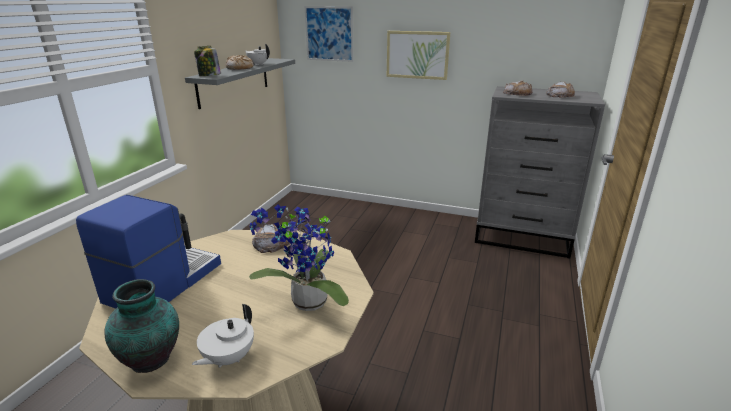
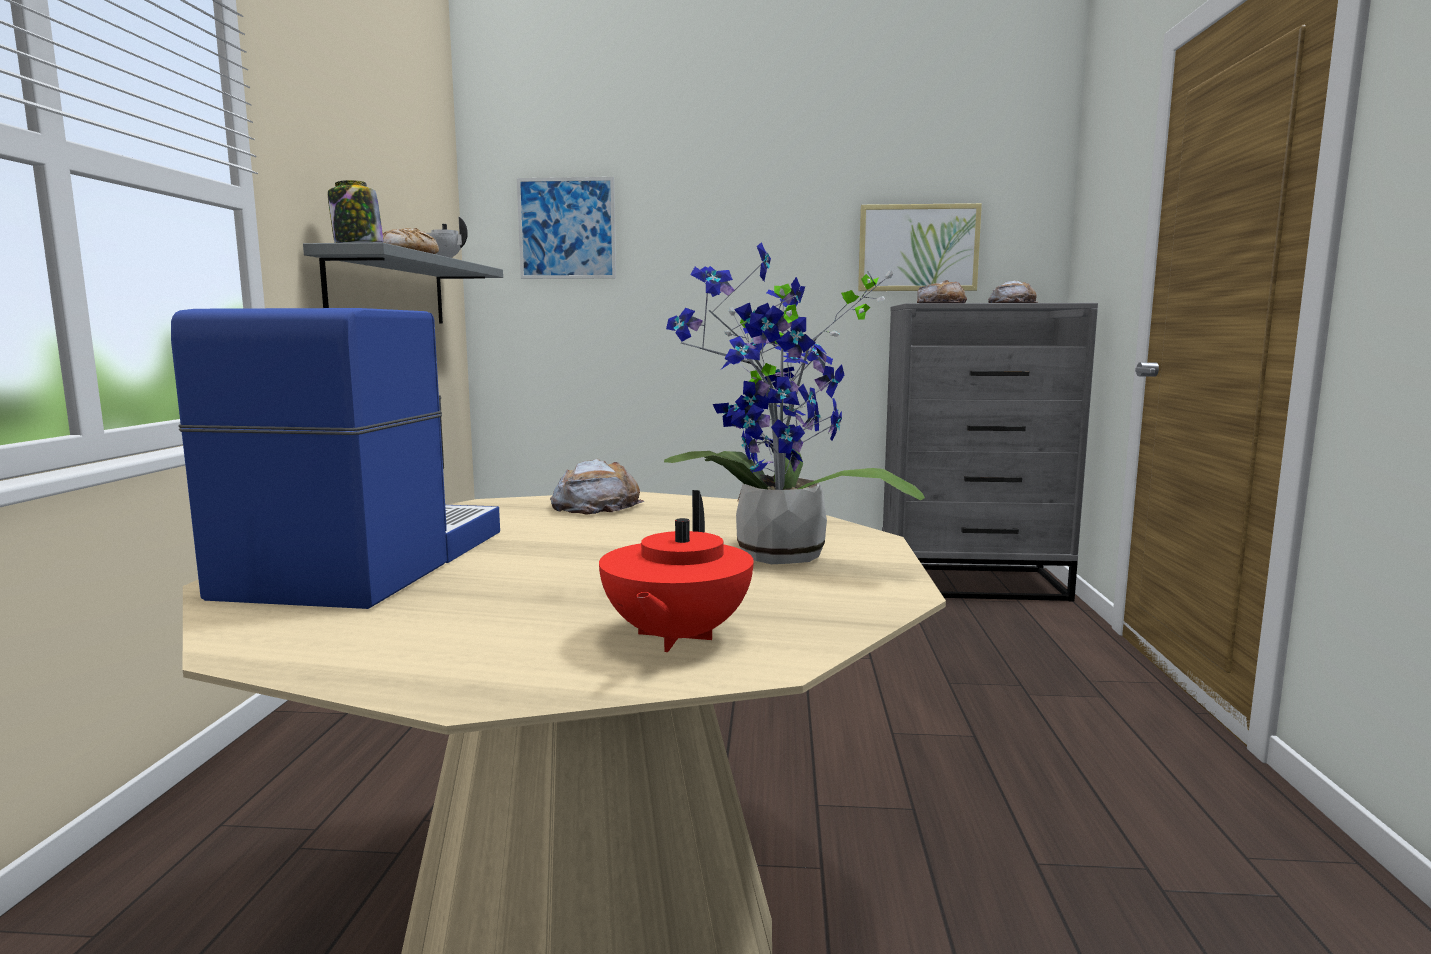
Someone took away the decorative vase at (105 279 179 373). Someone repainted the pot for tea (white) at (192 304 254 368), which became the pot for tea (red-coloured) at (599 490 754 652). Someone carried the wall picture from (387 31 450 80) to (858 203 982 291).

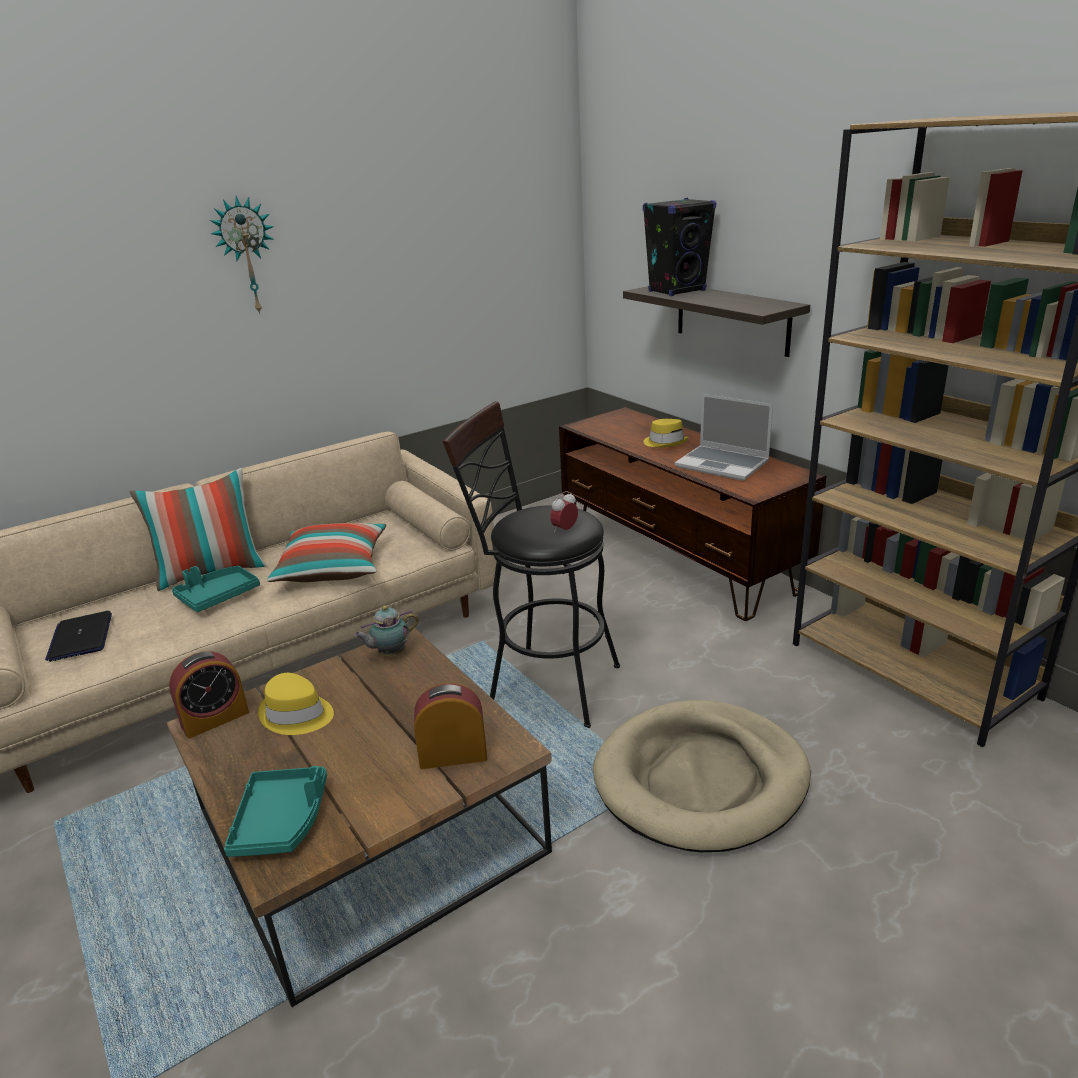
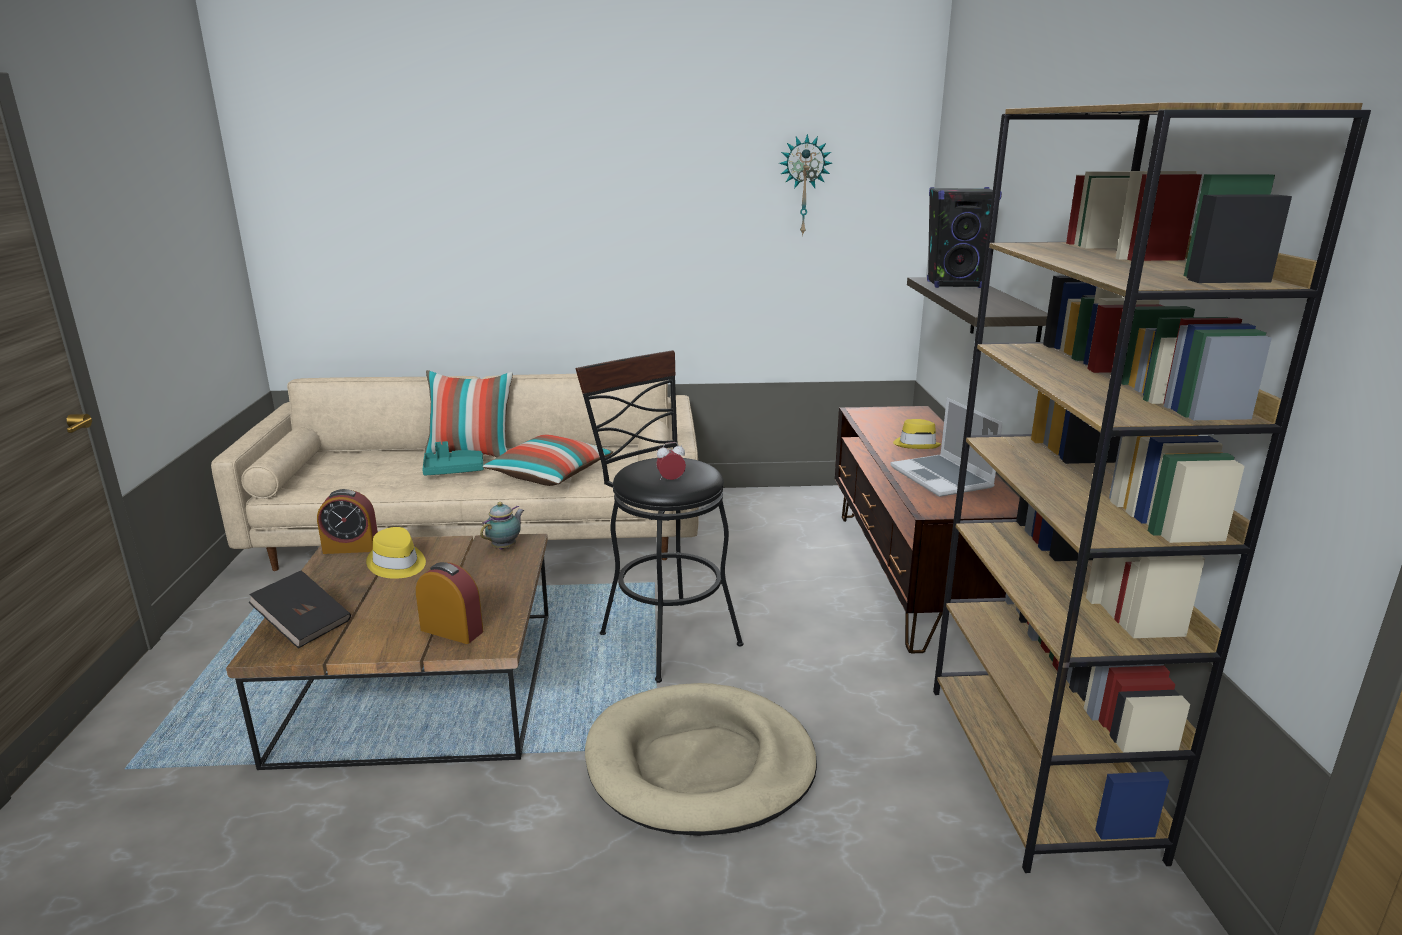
Someone took away the notebook computer at (45 611 112 662). Someone carried the hanging clock from (210 196 274 314) to (779 134 832 236). Someone swapped the serving tray (turquoise) at (224 766 327 857) for the bound book (black) at (248 570 351 648). Someone rotated the pot for tea at (354 605 419 656) by 120 degrees clockwise.

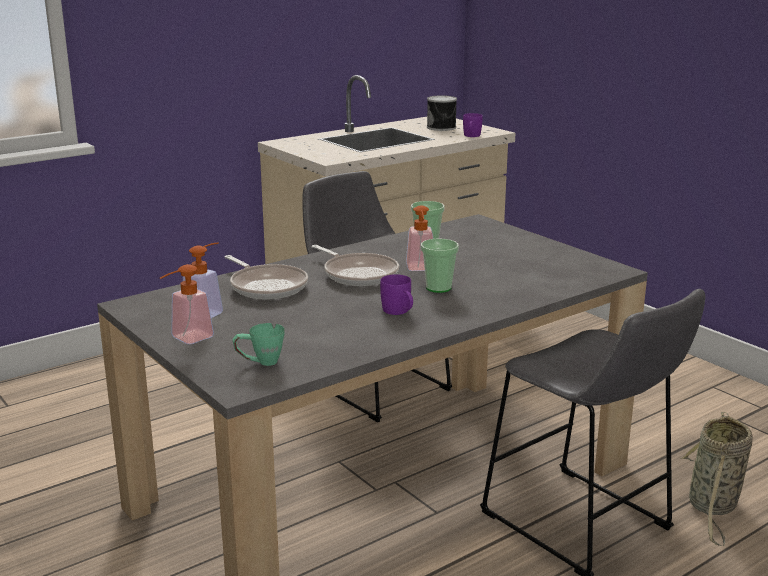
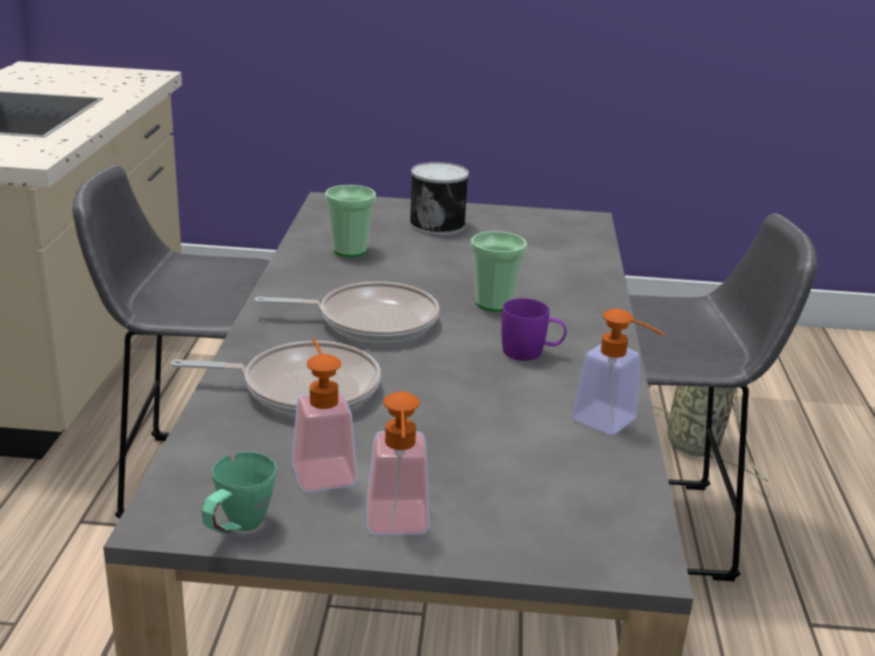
Someone carried the coffee mug (green-coloured) from (232 323 285 366) to (201 452 277 534). Someone carried the soap dispenser from (406 205 433 271) to (572 309 664 435). Someone carried the sealed can from (427 95 457 131) to (409 162 469 236). Someone took away the coffee mug (purplish) at (463 113 483 137).

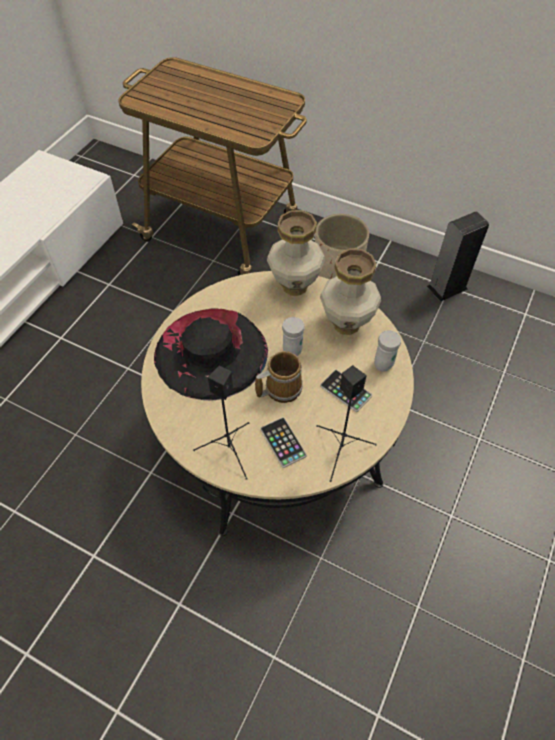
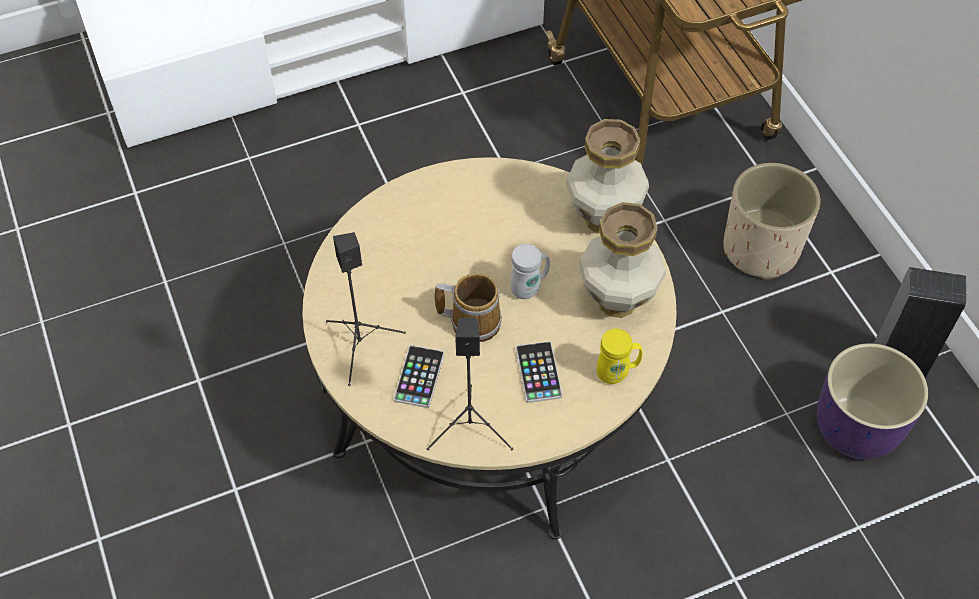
Someone took away the wearable hat (black) at (154 308 268 401). Someone repainted the coffee mug (white) at (374 330 401 372), which became the coffee mug (yellowish) at (597 329 643 384). Someone put down the plant pot (purplish) at (817 343 928 460).

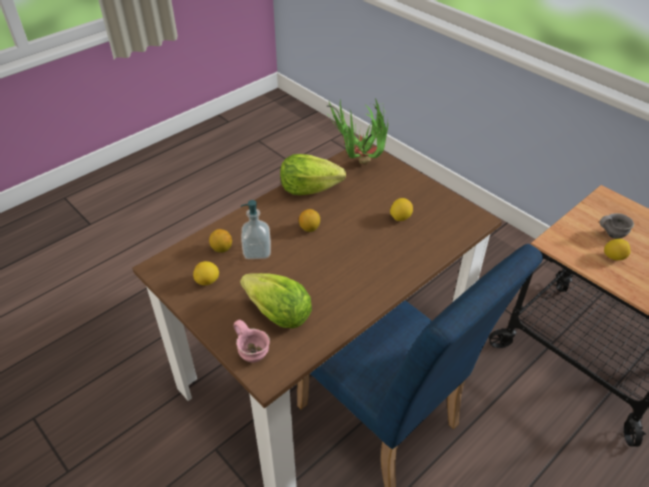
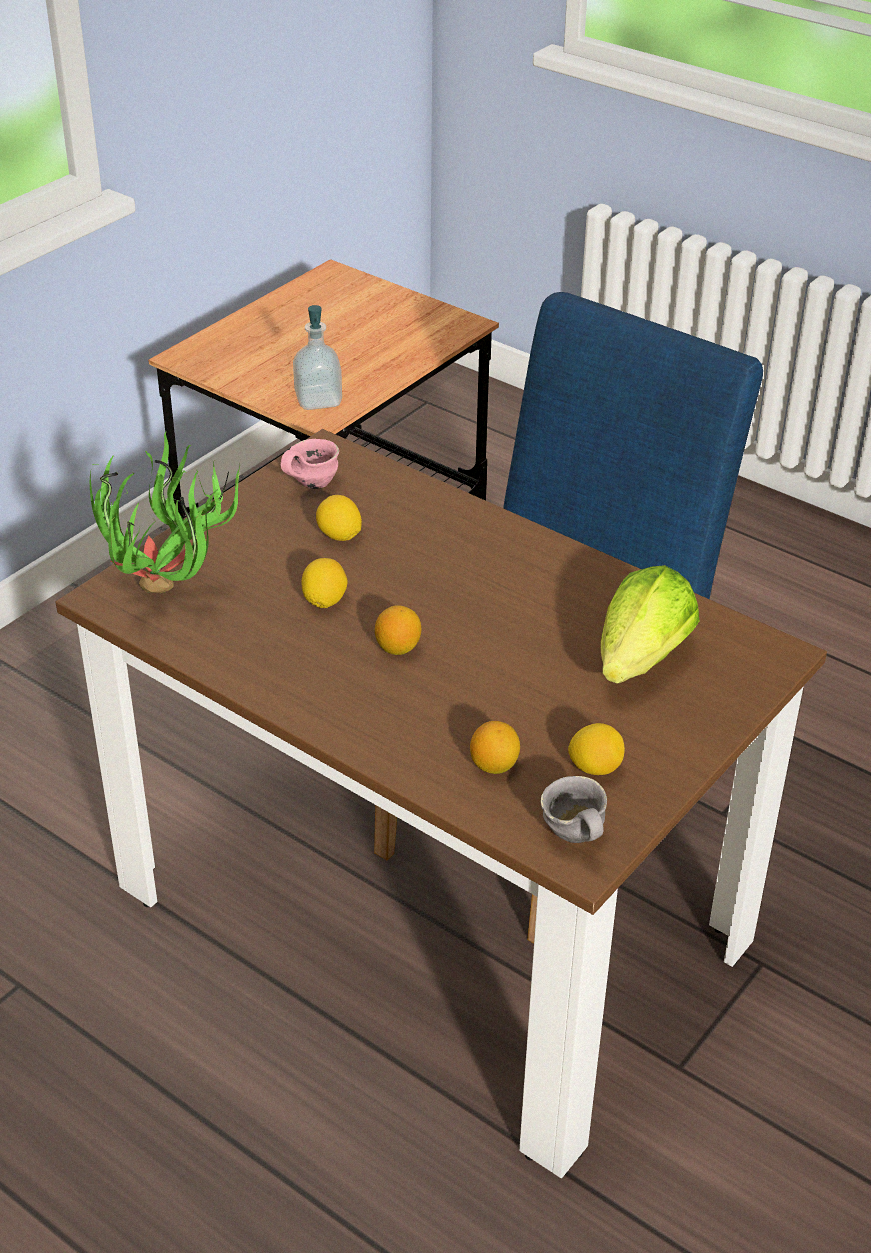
Someone carried the coffee mug (pink-coloured) from (234 320 270 363) to (280 439 339 489). Someone carried the soap dispenser from (241 200 271 259) to (293 305 342 410). Someone took away the lettuce at (280 154 346 195). Someone carried the coffee mug (gray) from (599 213 634 239) to (540 776 607 843). Someone carried the citrus fruit from (604 239 631 260) to (301 558 347 608).

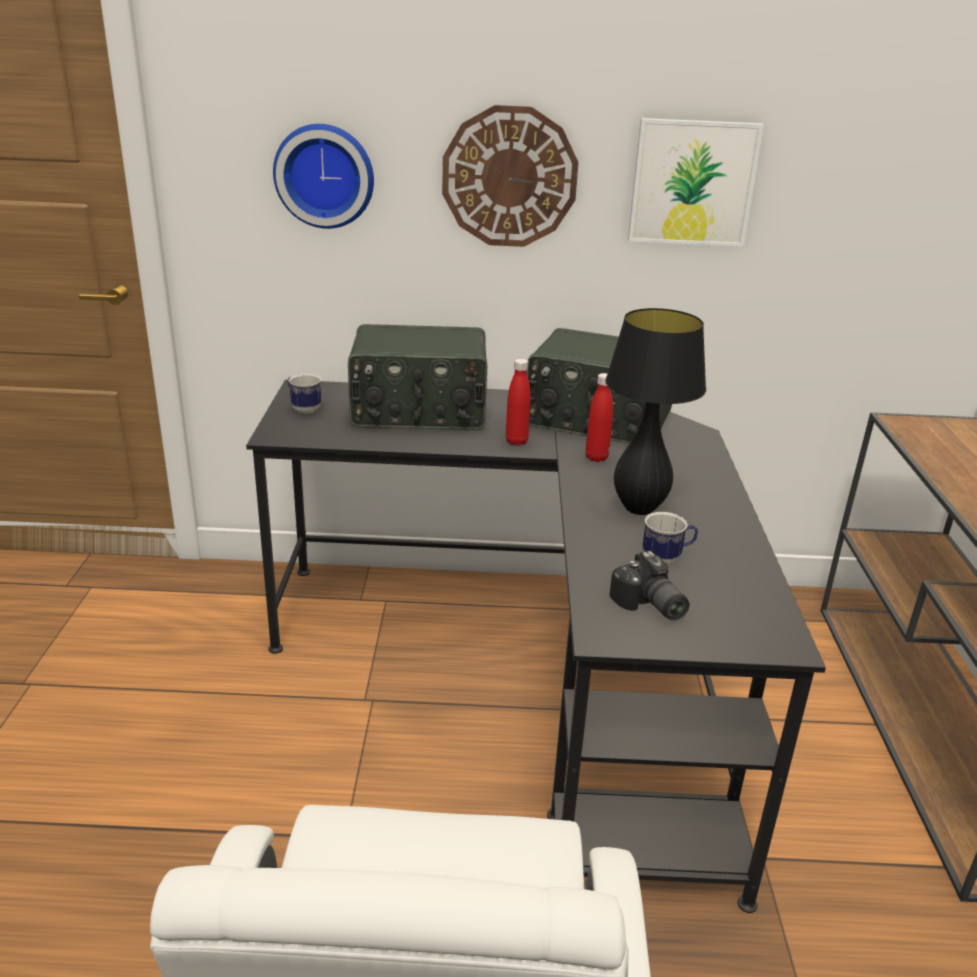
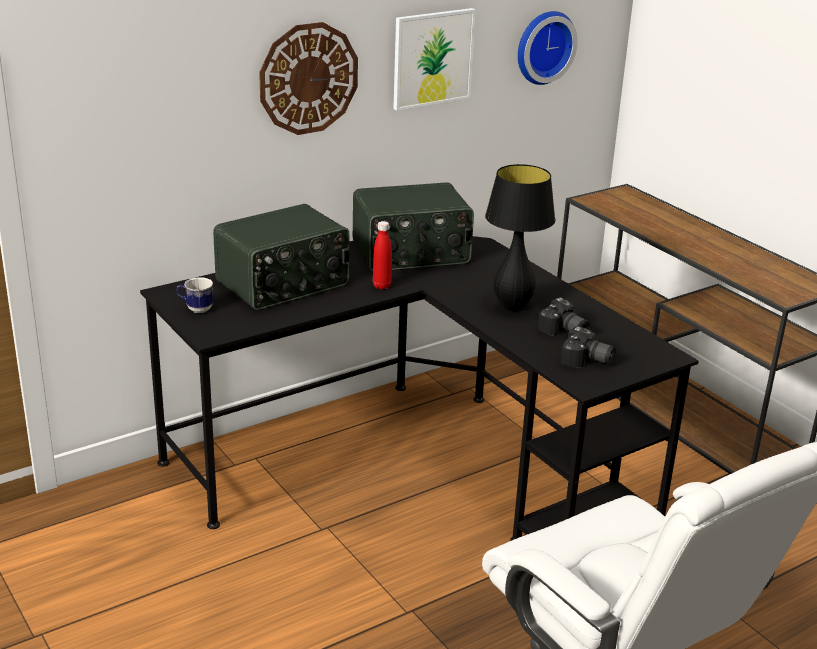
Someone carried the hanging clock from (273 124 374 229) to (518 11 578 85). Someone took away the bottle (red-coloured) at (585 373 613 462). Someone swapped the coffee mug at (642 512 698 565) for the still camera at (538 297 590 336).

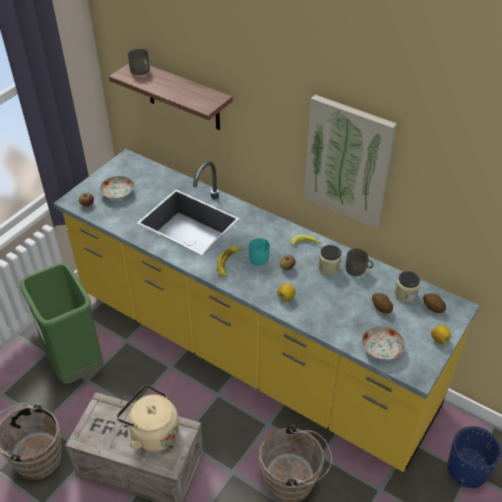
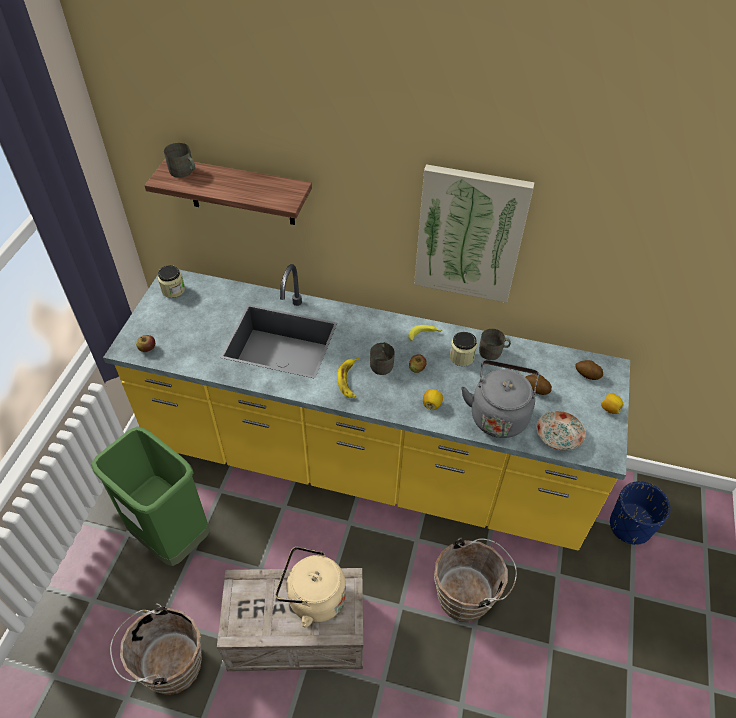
Someone took away the dinner plate at (100 176 134 200). Someone repainted the coffee mug (turquoise) at (249 238 270 266), which became the coffee mug (gray) at (370 342 395 375). Someone carried the preserve jar from (394 271 420 303) to (158 265 185 298). Someone put down the kettle (gray) at (461 360 539 438).

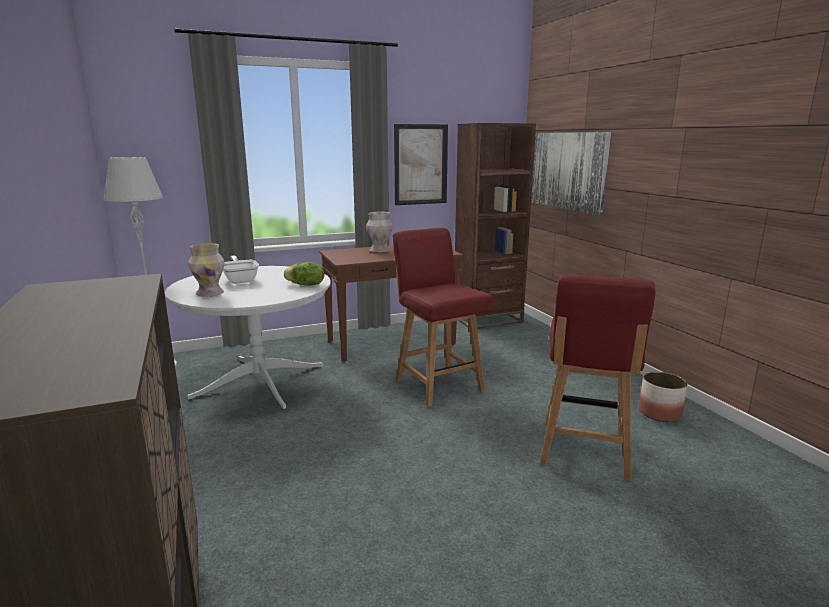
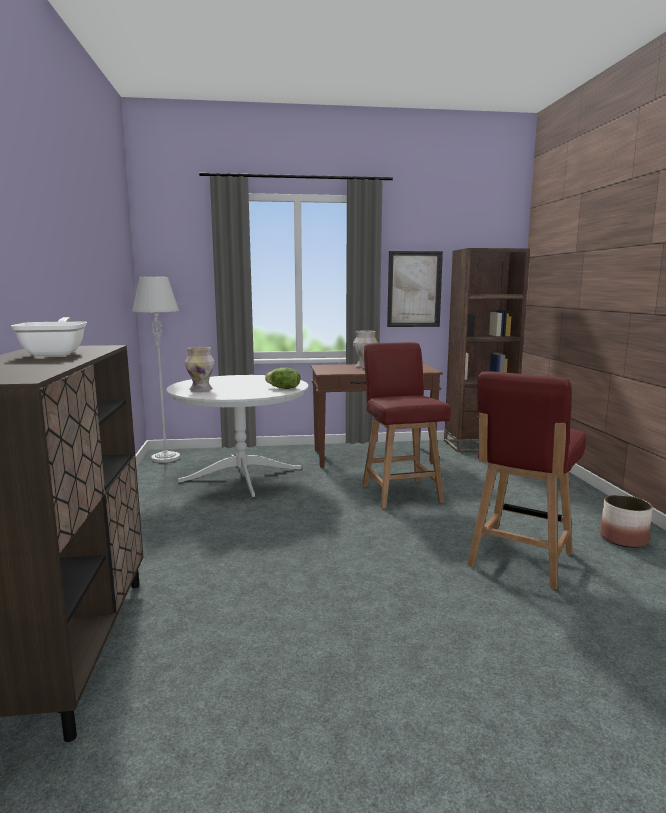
Someone carried the skillet from (223 256 259 284) to (11 317 87 356). Someone took away the wall picture at (531 132 611 216).

